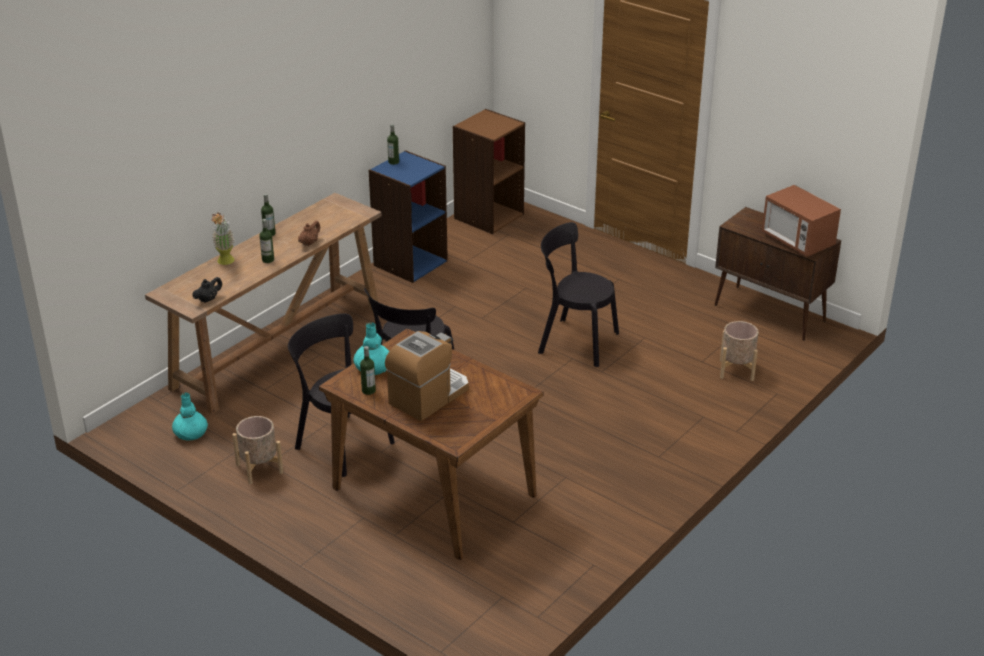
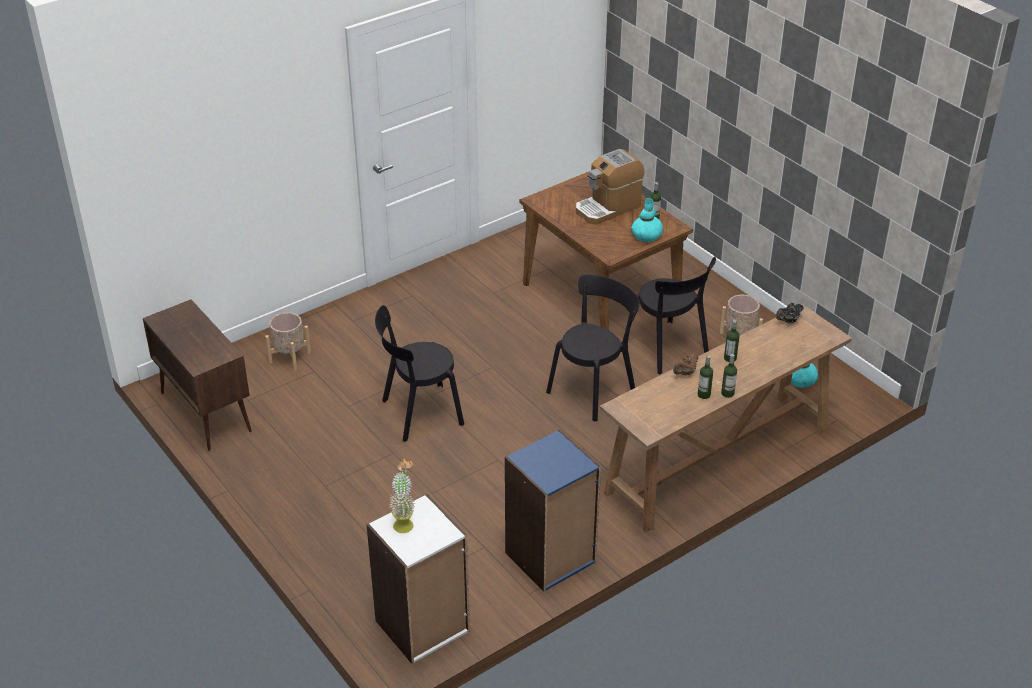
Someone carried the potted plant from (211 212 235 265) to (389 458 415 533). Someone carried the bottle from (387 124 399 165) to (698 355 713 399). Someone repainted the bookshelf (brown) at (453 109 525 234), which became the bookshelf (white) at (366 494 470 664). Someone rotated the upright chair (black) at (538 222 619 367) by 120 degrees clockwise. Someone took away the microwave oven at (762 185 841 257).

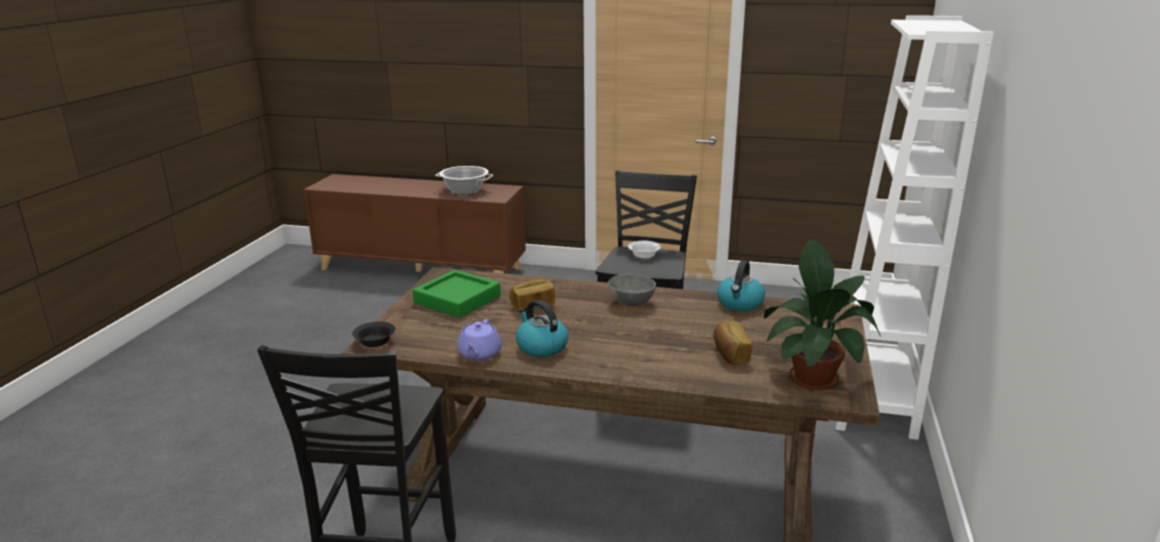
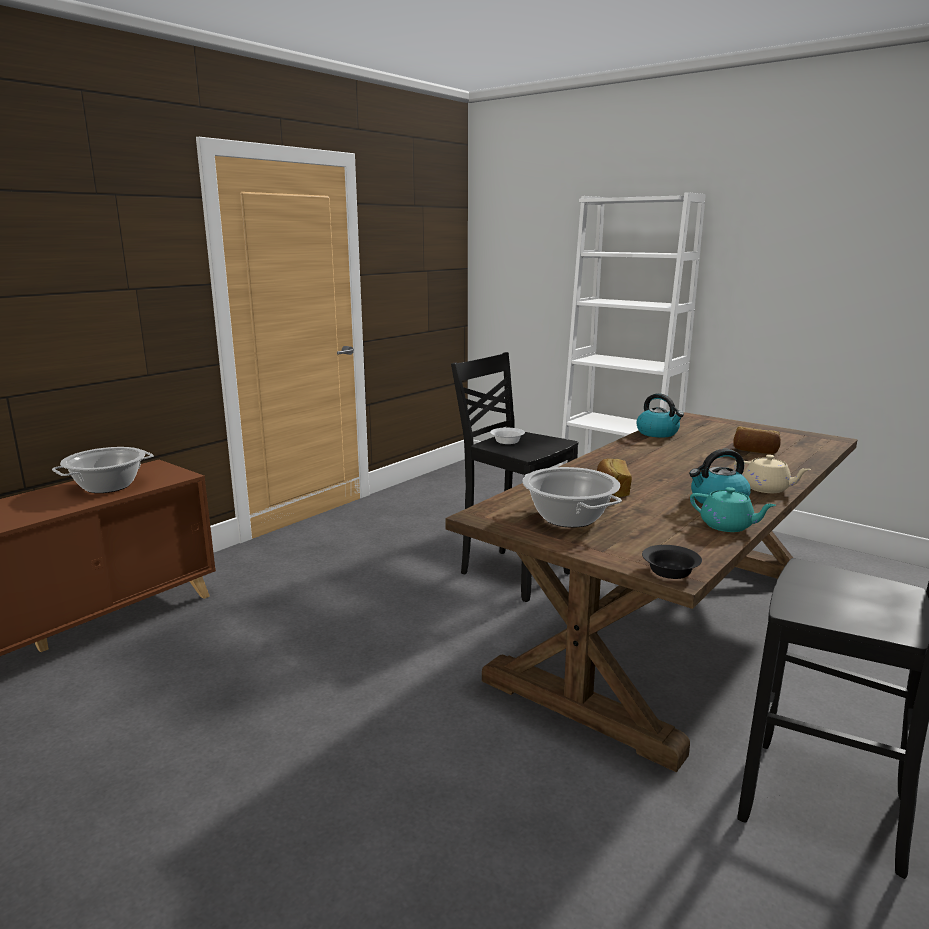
Someone swapped the serving tray (green-coloured) at (413 270 501 318) for the saucepot at (522 467 622 528). Someone repainted the pot for tea (purplish) at (457 319 502 361), which became the pot for tea (turquoise) at (690 487 776 532). Someone took away the serving bowl (gray) at (608 274 656 306). Someone took away the potted plant at (764 240 881 390). Someone put down the pot for tea (sand-coloured) at (734 455 811 493).

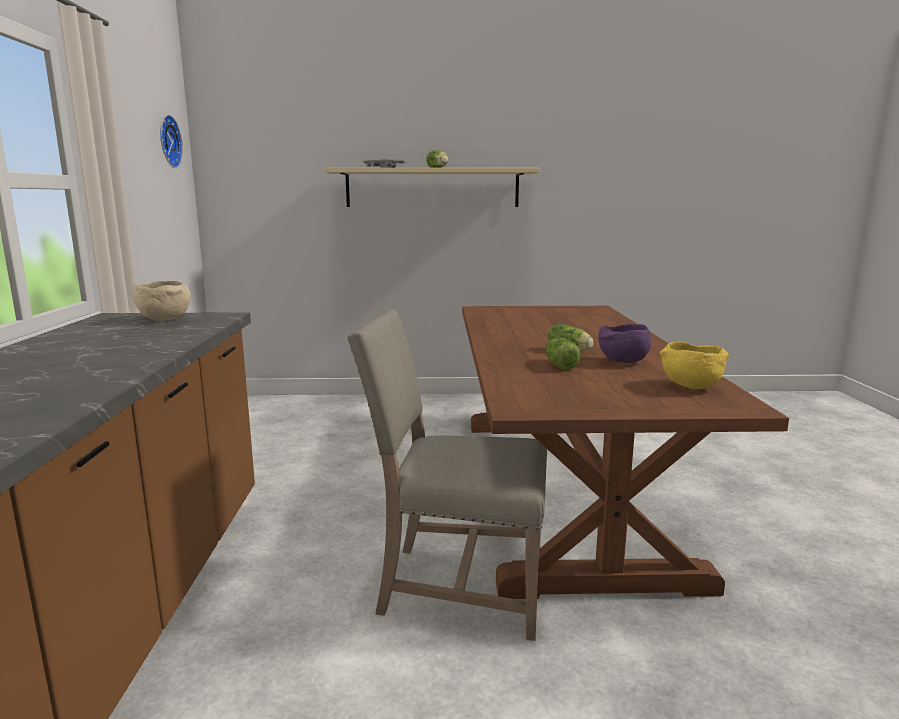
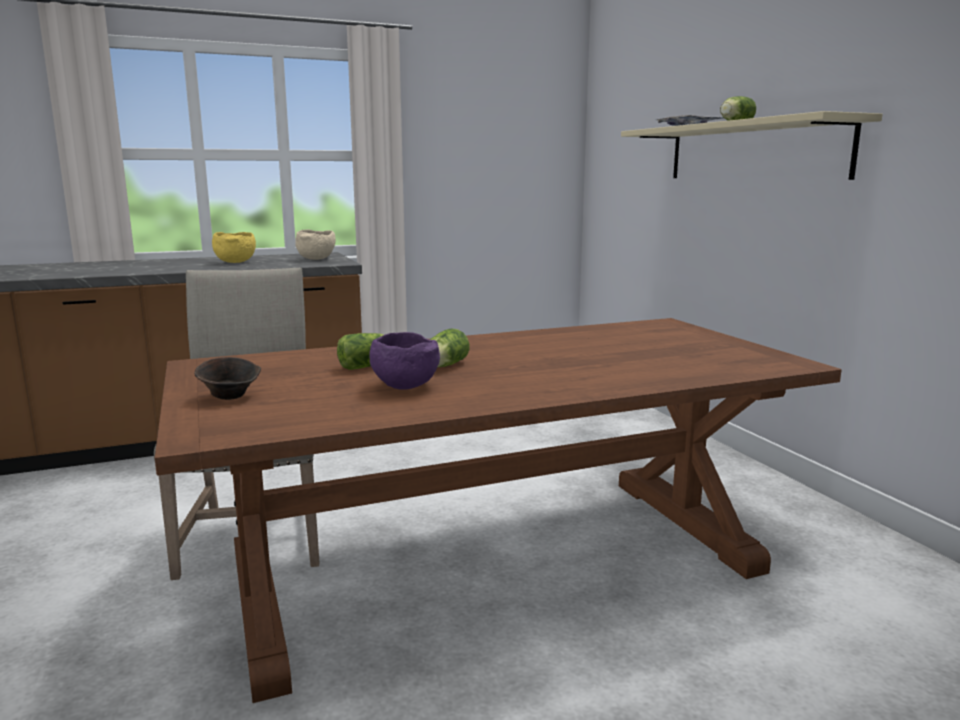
Someone took away the hanging clock at (160 115 183 168). Someone carried the serving bowl (yellowish) from (660 341 729 389) to (212 232 256 263). Someone put down the serving bowl (brown) at (194 357 261 400).

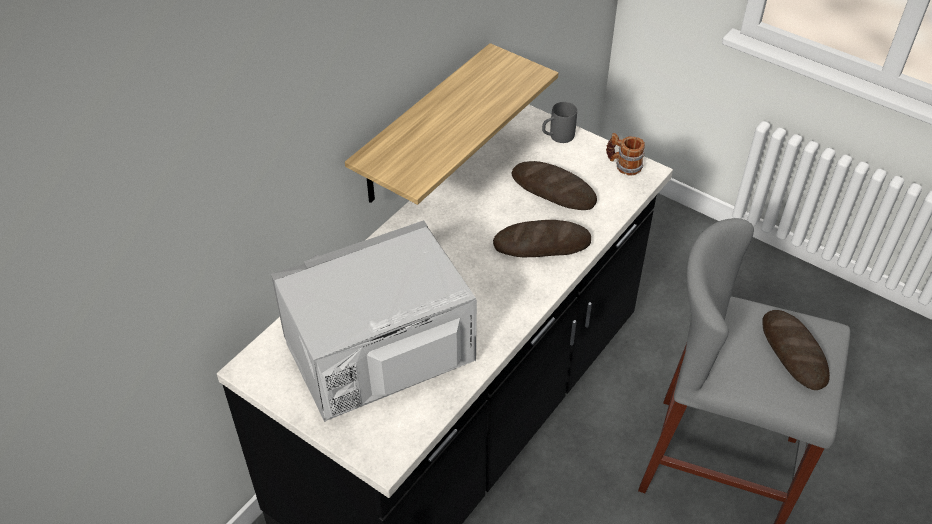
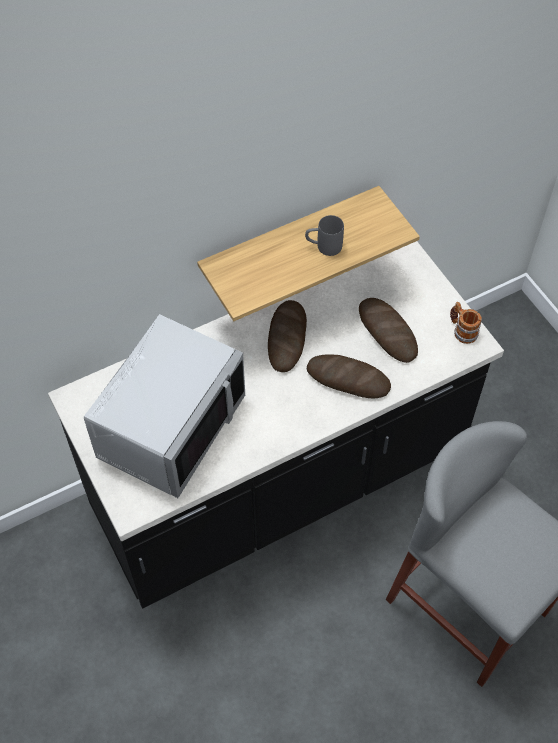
Someone rotated the microwave oven (gray) at (271 220 477 422) by 120 degrees clockwise. Someone carried the coffee mug (gray) from (542 102 577 143) to (305 215 344 256). Someone carried the baked bread from (762 310 830 390) to (268 300 307 372).

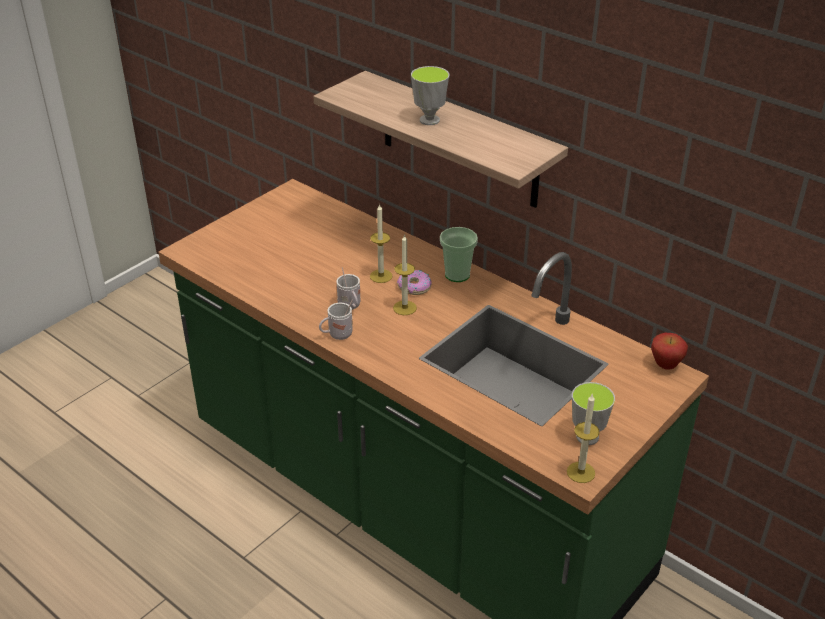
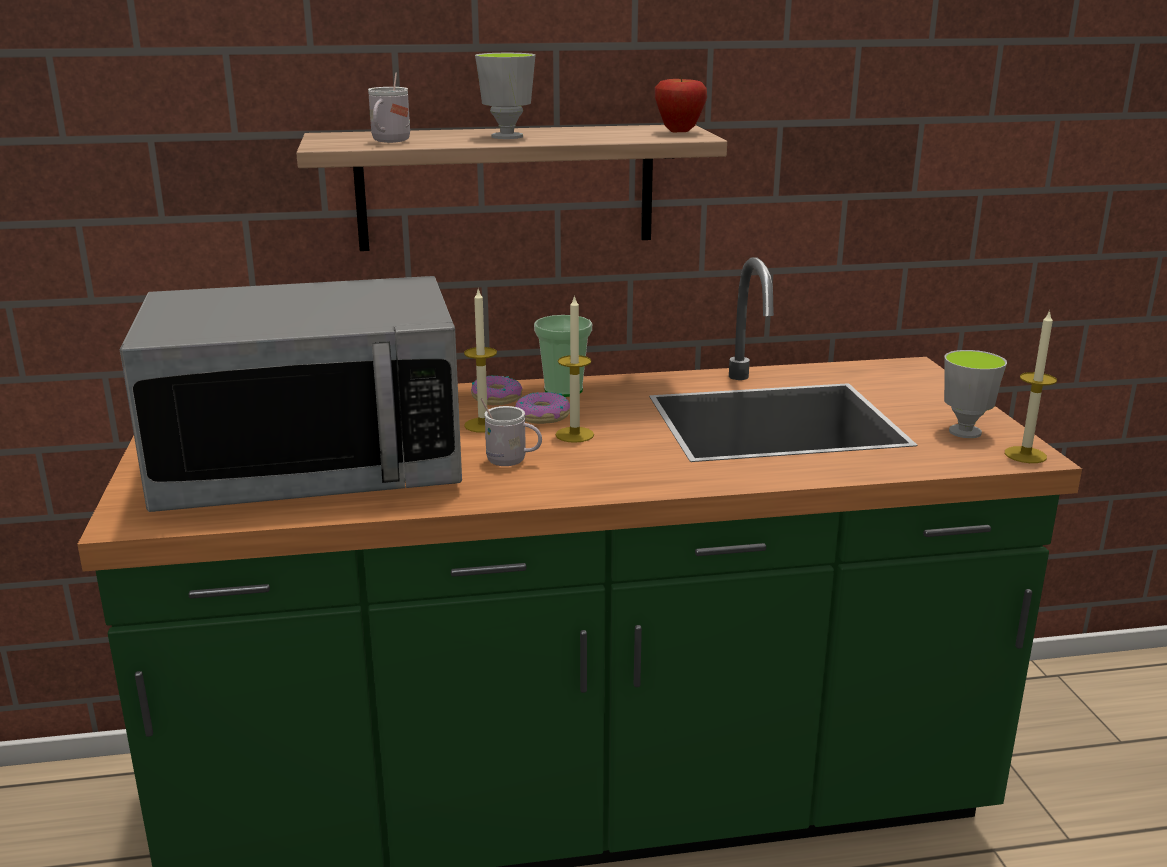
Someone carried the coffee mug (white) from (319 299 353 340) to (368 72 410 143). Someone carried the apple fruit from (651 333 688 370) to (655 74 707 132). Someone put down the microwave oven at (120 276 462 512). Someone put down the ring doughnut at (471 376 523 405).

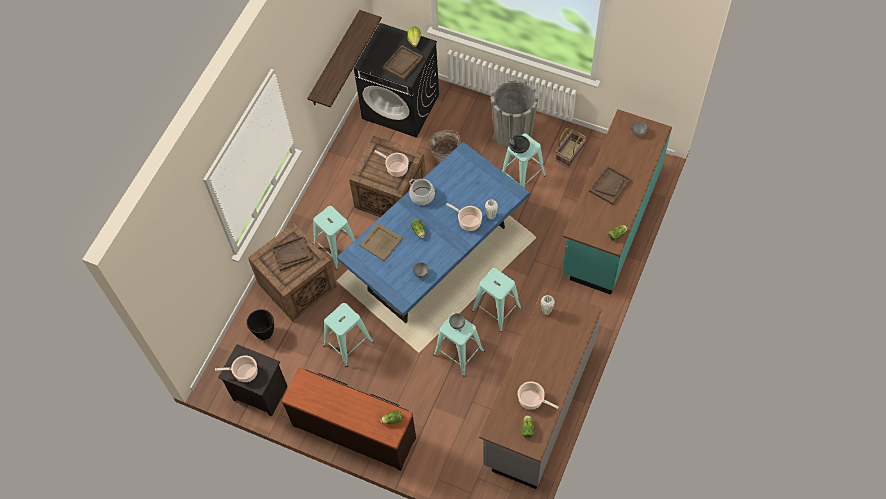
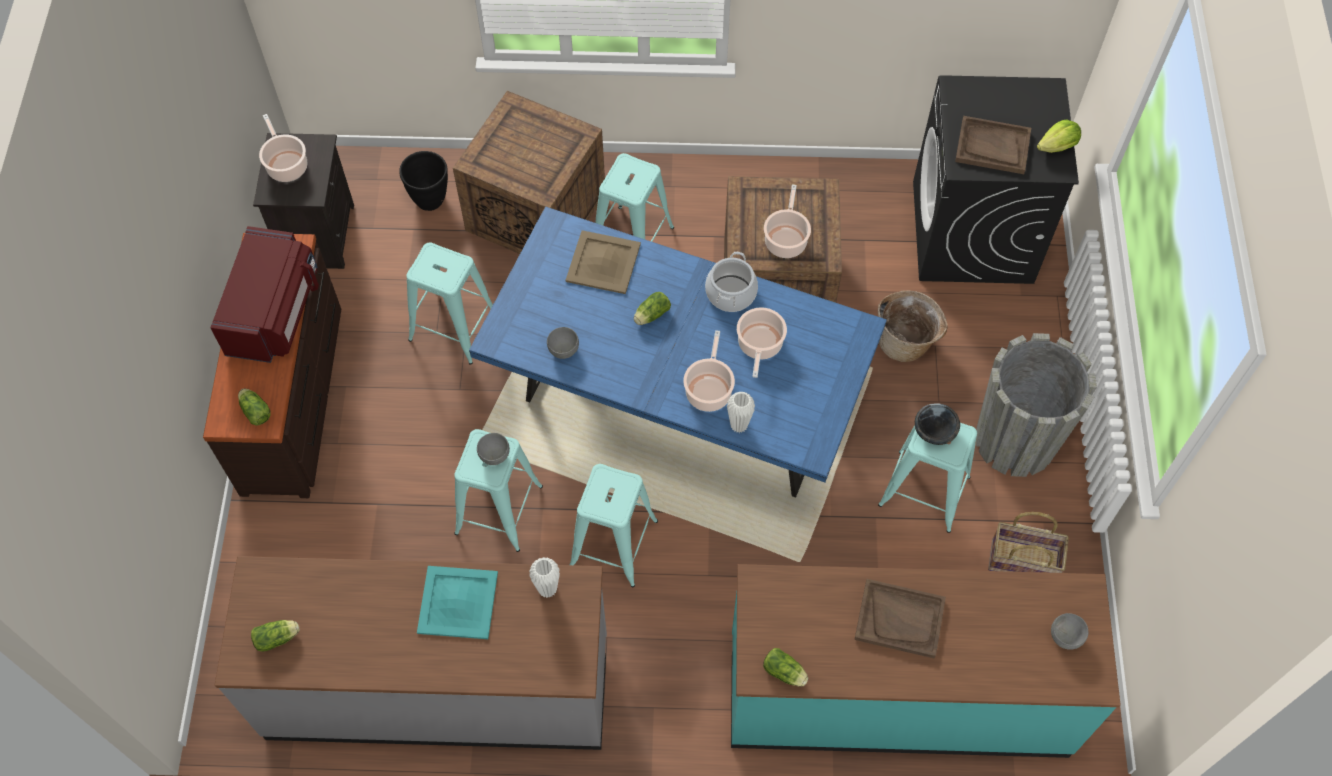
Someone took away the serving tray (brown) at (271 236 313 271). Someone took away the wall shelf at (307 10 382 108). Someone carried the saucepot from (518 381 559 410) to (737 307 787 378). Someone put down the microwave oven (red-coloured) at (210 226 319 363). Someone put down the serving tray (turquoise) at (417 566 498 639).

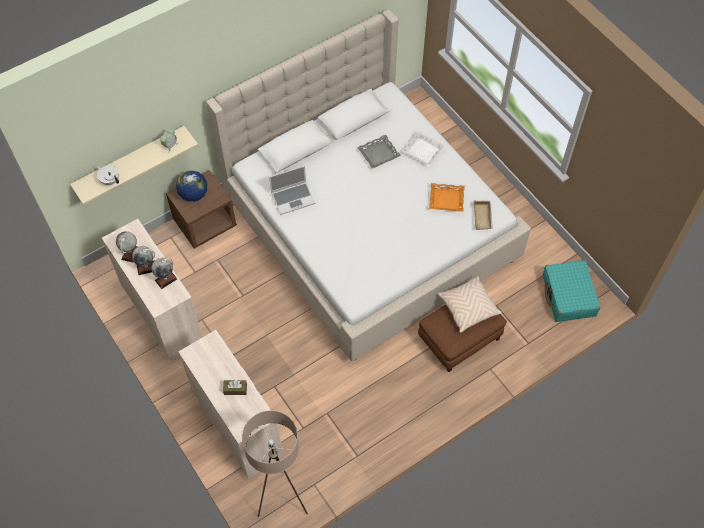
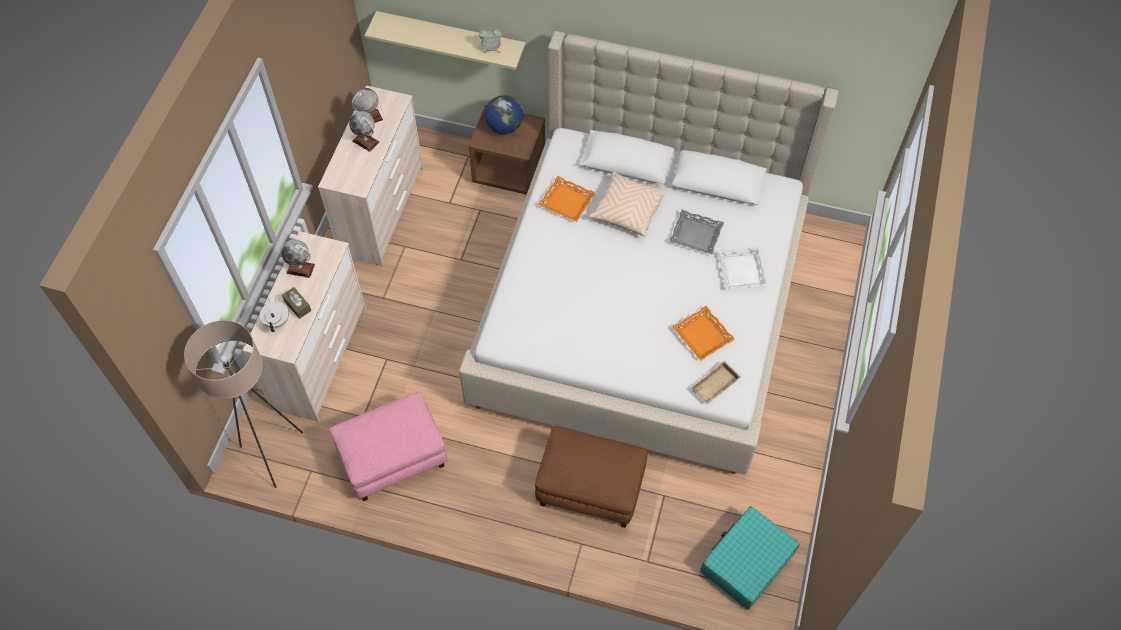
Someone carried the pot for tea (white) from (96 165 119 185) to (260 295 289 332). Someone carried the globe from (151 258 177 289) to (281 239 315 278). Someone swapped the notebook computer at (269 166 315 215) for the serving tray (orangey) at (538 176 596 222). Someone carried the pillow (sand-coloured) from (438 276 502 333) to (588 171 668 236). Someone put down the ottoman (pink-coloured) at (330 392 447 501).

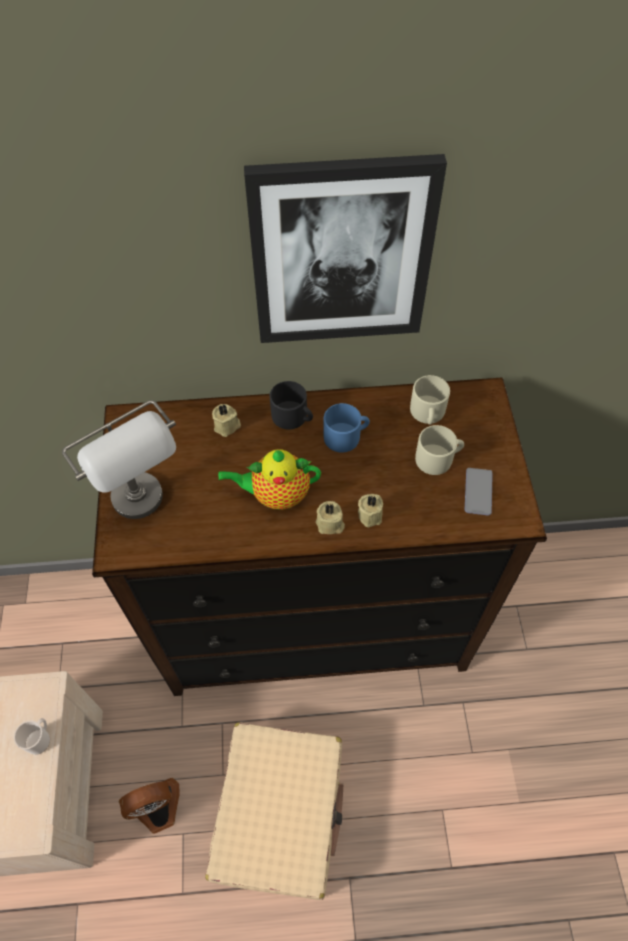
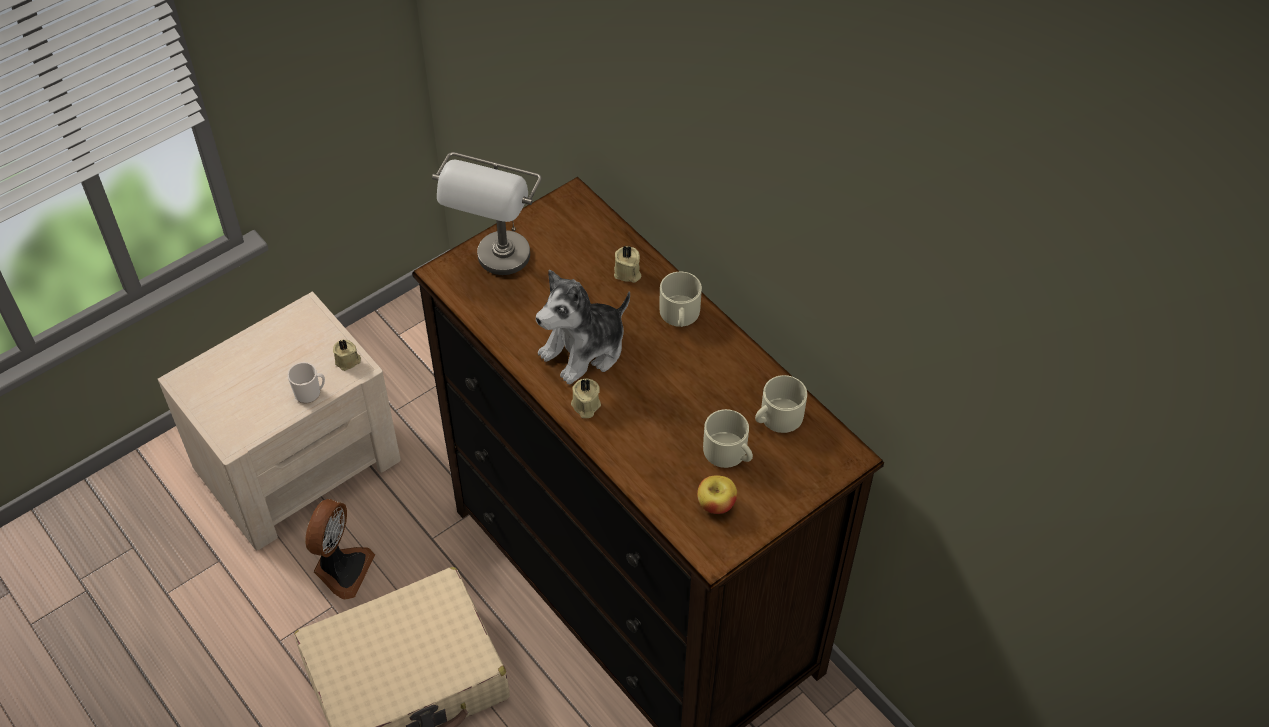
Someone rotated the cooling fan at (118 778 180 834) by 75 degrees clockwise. Someone swapped the pot for tea at (218 449 321 510) for the plush toy at (536 270 630 385). Someone took away the wall picture at (244 154 447 343). Someone repainted the coffee mug (black) at (270 381 313 430), which became the coffee mug (sand-coloured) at (659 272 702 327). Someone took away the coffee mug (blue-coloured) at (323 403 370 453). Someone carried the wax light (sand-coloured) from (358 494 383 527) to (333 339 361 371). Someone swapped the handset at (465 468 493 516) for the apple fruit at (697 476 737 514).

